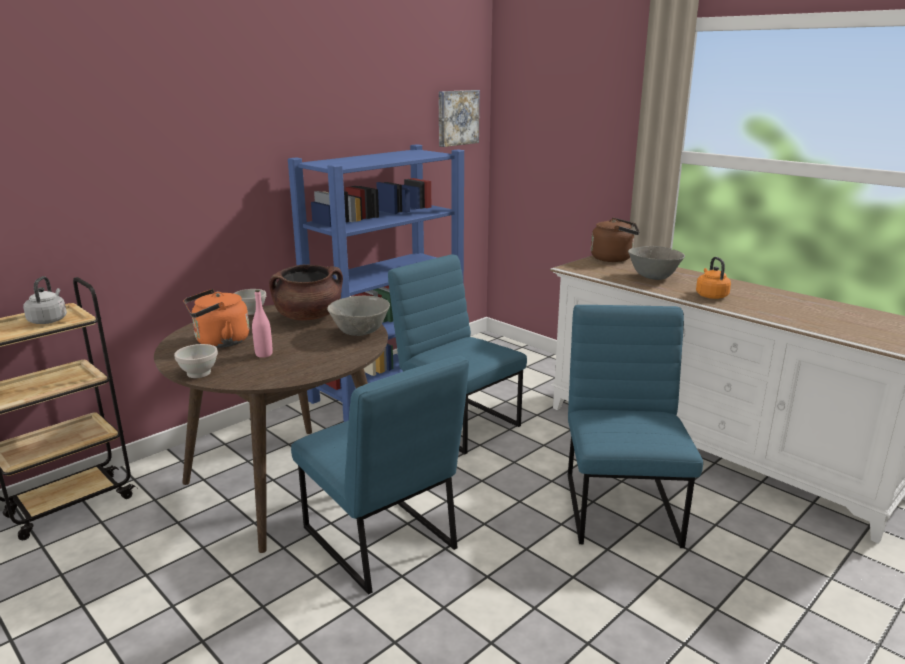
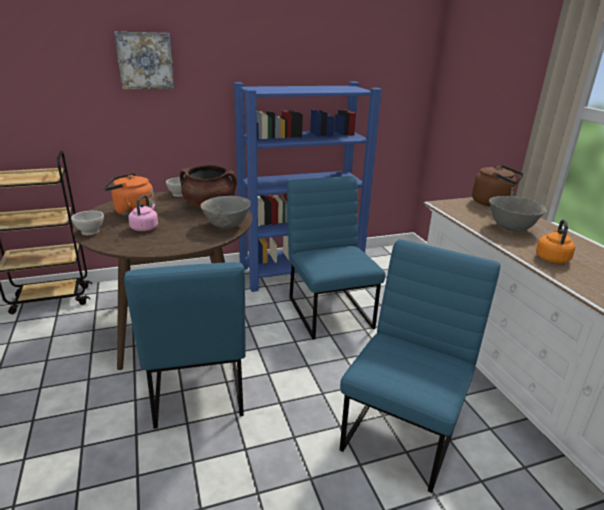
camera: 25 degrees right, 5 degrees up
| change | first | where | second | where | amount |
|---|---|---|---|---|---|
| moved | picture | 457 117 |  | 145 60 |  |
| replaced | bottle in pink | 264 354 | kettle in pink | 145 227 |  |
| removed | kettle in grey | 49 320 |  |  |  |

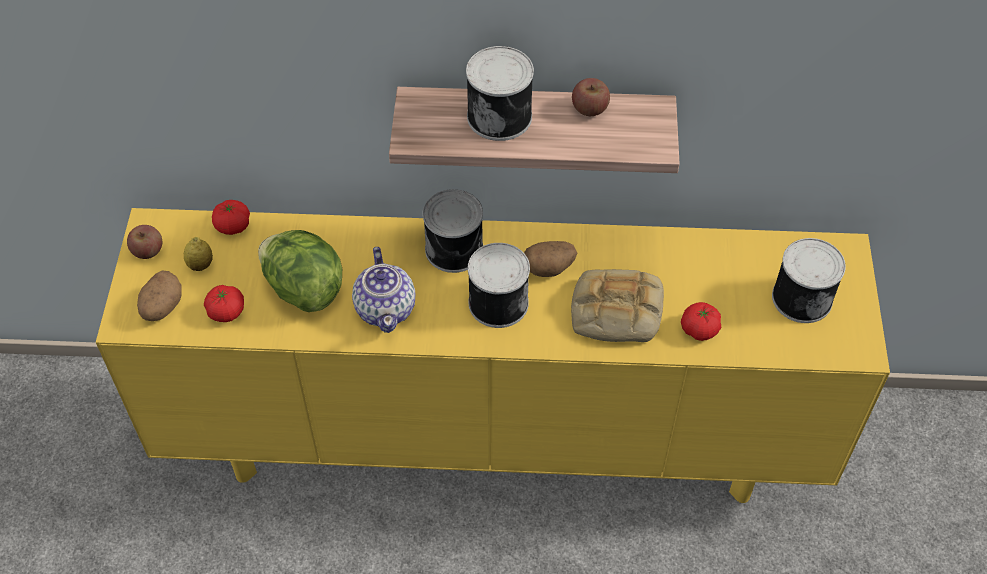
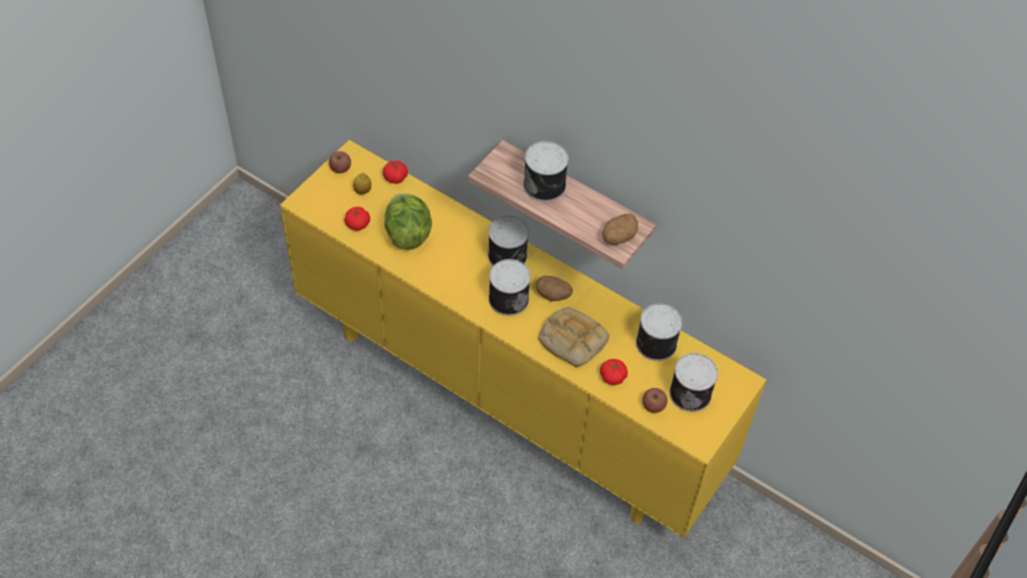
camera: 30 degrees right, 0 degrees up
| change | first | where | second | where | amount |
|---|---|---|---|---|---|
| moved | potato | 162 307 |  | 618 237 |  |
| added |  |  | can | 655 343 |  |
| moved | apple | 589 108 |  | 653 405 |  |
| removed | teapot | 386 308 |  |  |  |

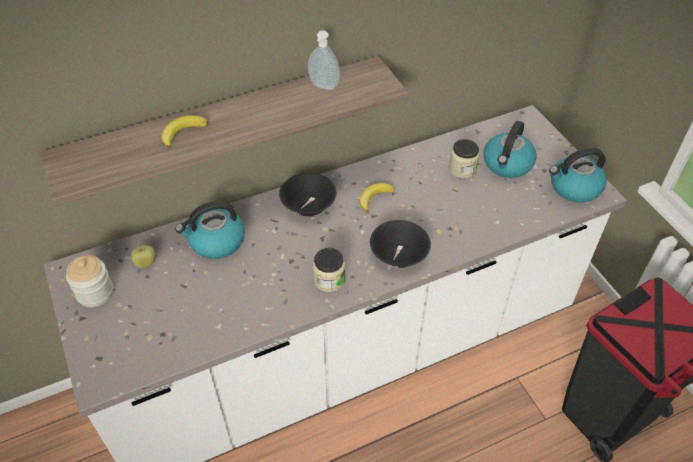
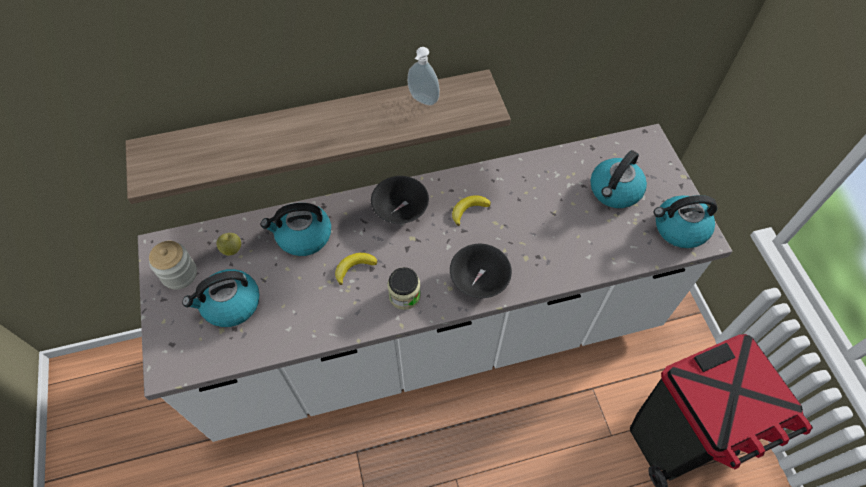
camera: 10 degrees right, 10 degrees up
| change | first | where | second | where | amount |
|---|---|---|---|---|---|
| added |  |  | kettle | 230 304 |  |
| moved | banana | 182 132 |  | 354 268 |  |
| removed | jar | 462 169 |  |  |  |

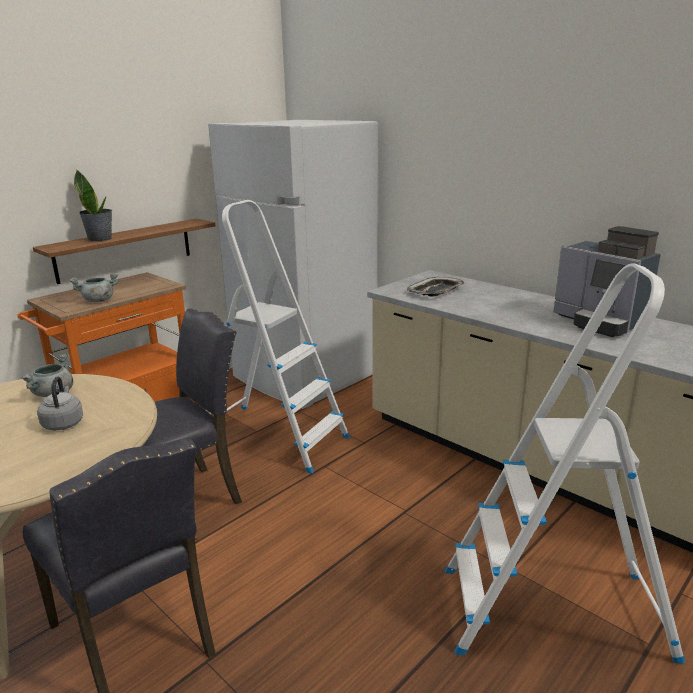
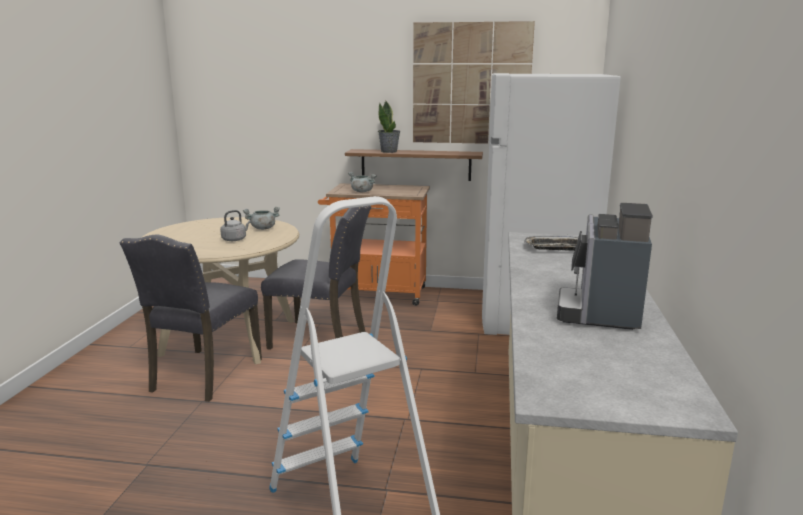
camera: 55 degrees right, 5 degrees down
| change | first | where | second | where | amount |
|---|---|---|---|---|---|
| added |  |  | picture | 471 84 |  |
| removed | step ladder in white | 275 437 |  |  |  |

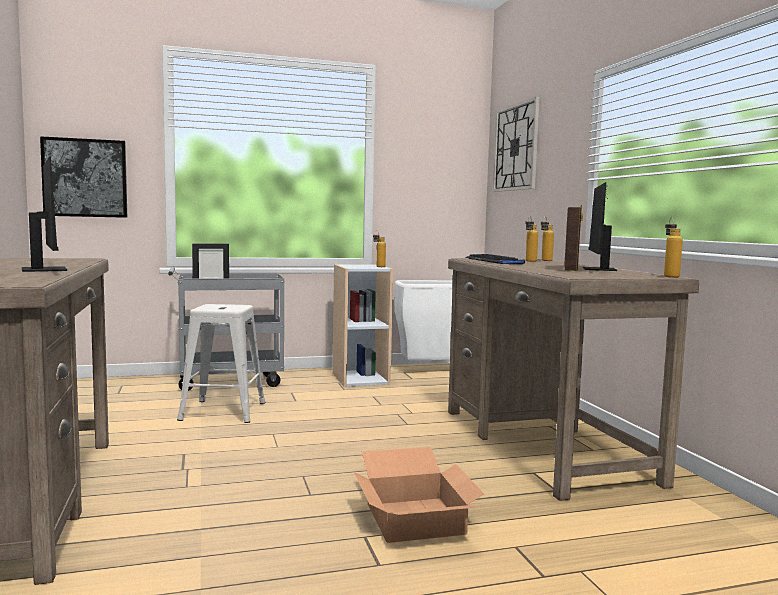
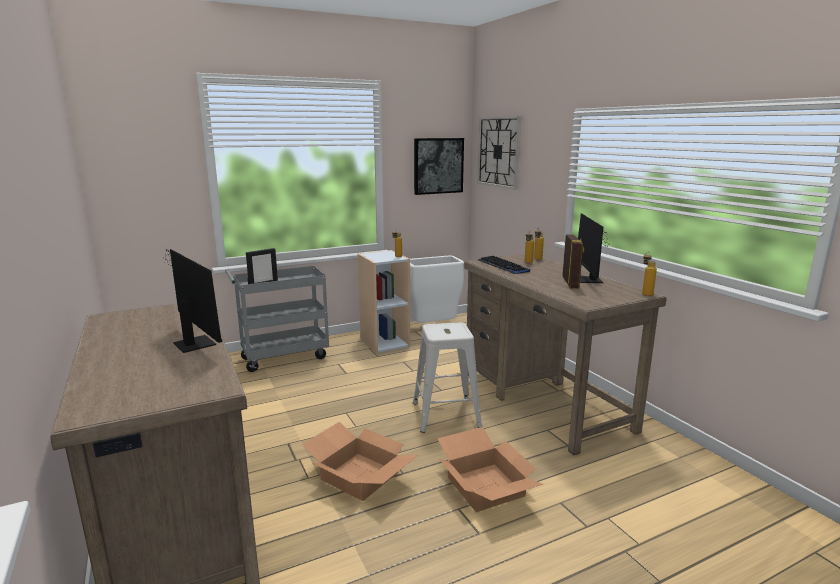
camera: 10 degrees left, 10 degrees up
| change | first | where | second | where | amount |
|---|---|---|---|---|---|
| added |  |  | cardboard box | 358 476 |  |
| moved | stool in white | 223 411 |  | 445 414 |  |
| moved | picture | 85 178 |  | 438 166 |  |

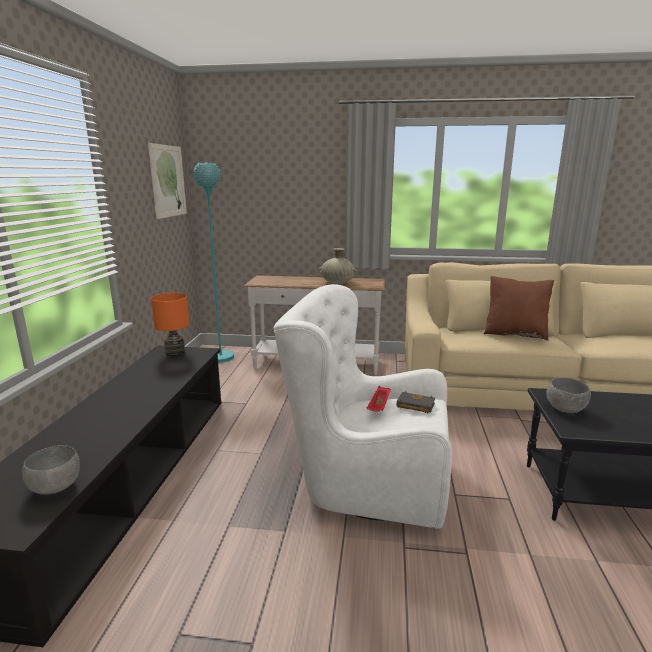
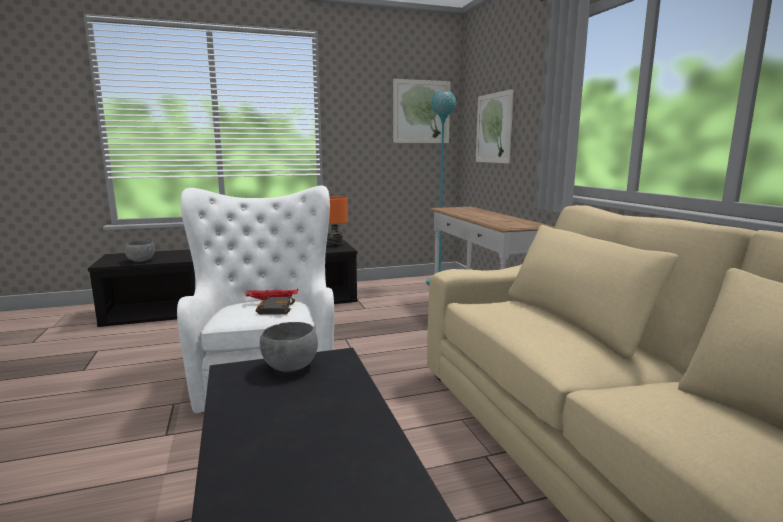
camera: 65 degrees right, 5 degrees down
| change | first | where | second | where | amount |
|---|---|---|---|---|---|
| added |  |  | picture | 493 128 |  |
| removed | vase in beige | 337 282 |  |  |  |
| removed | pillow in brown | 514 334 |  |  |  |

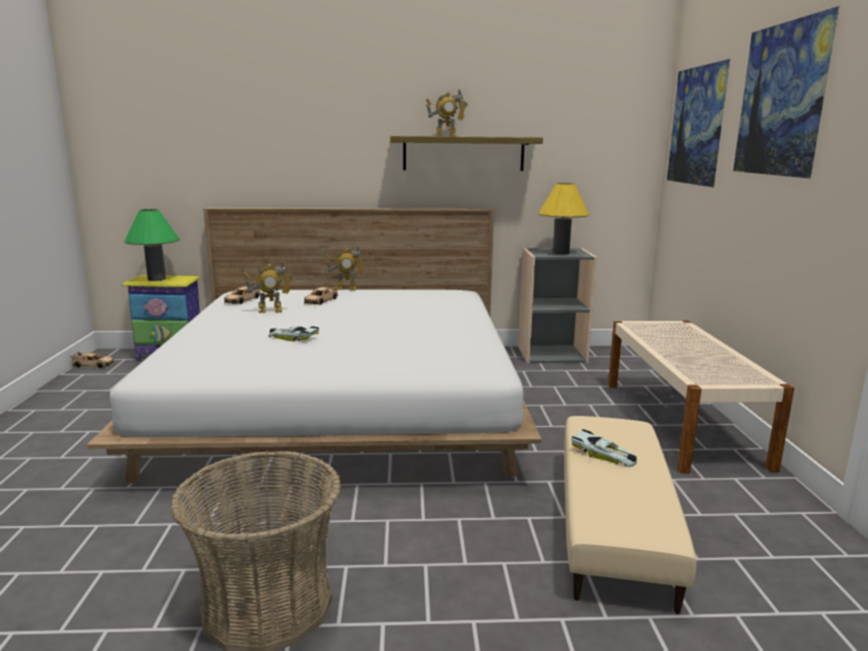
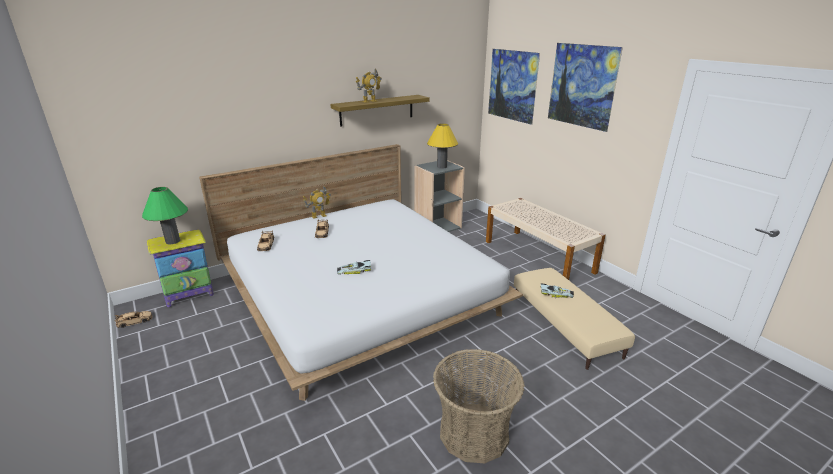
camera: 30 degrees left, 10 degrees up
| change | first | where | second | where | amount |
|---|---|---|---|---|---|
| removed | toy robot | 270 311 |  |  |  |

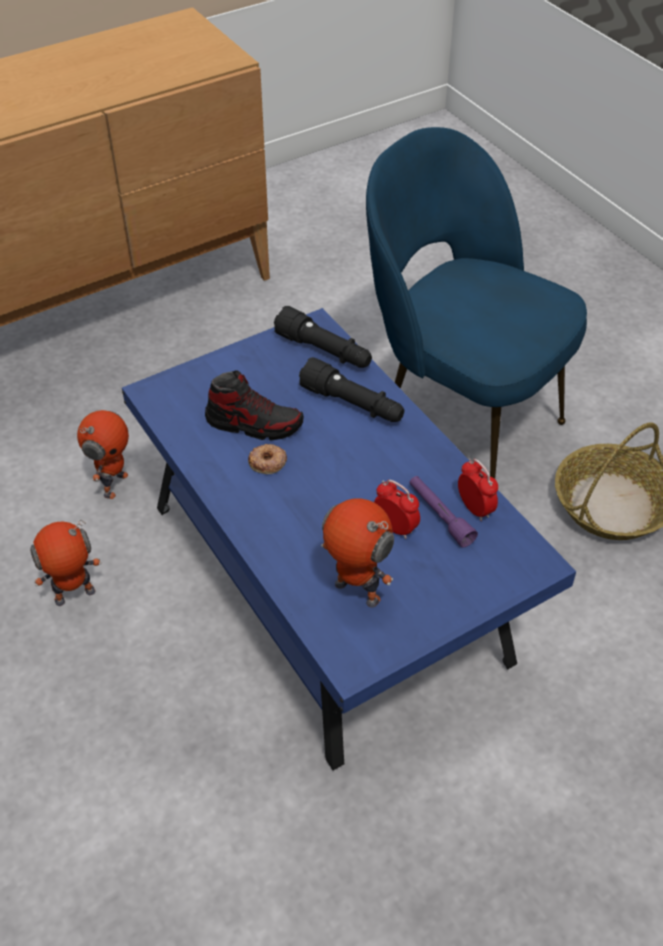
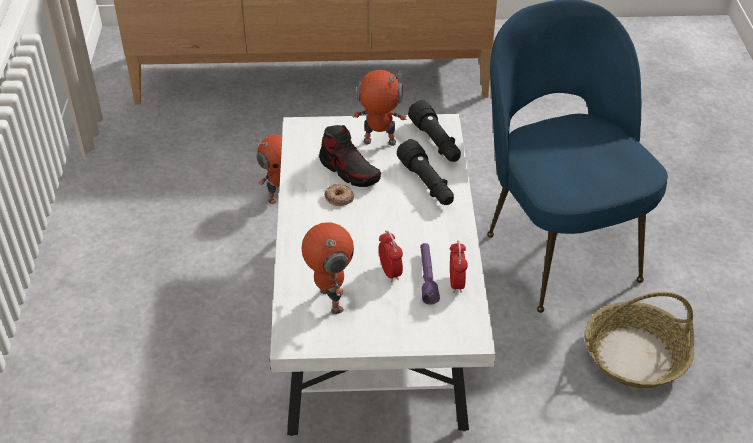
camera: 30 degrees right, 5 degrees down
| change | first | where | second | where | amount |
|---|---|---|---|---|---|
| recoloured | coffee table in blue | 328 584 | coffee table in white | 374 318 |  |
| moved | toy robot | 75 597 |  | 379 143 |  |

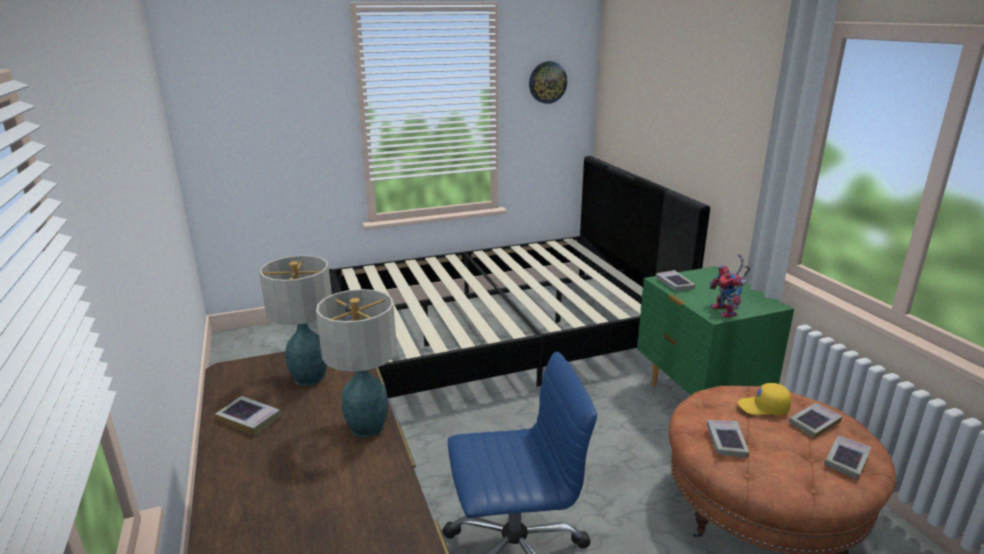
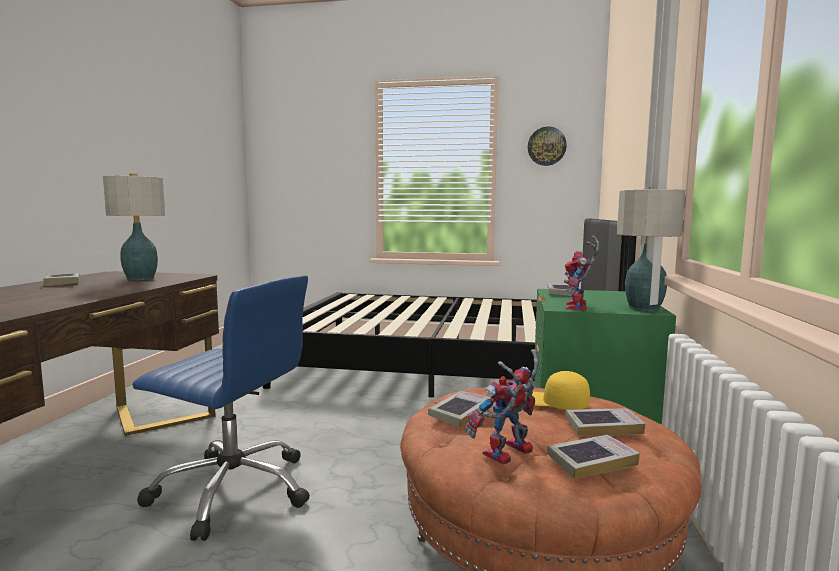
camera: 30 degrees right, 15 degrees down
| change | first | where | second | where | amount |
|---|---|---|---|---|---|
| added |  |  | toy robot | 507 456 |  |
| moved | table lamp | 366 427 |  | 643 308 |  |

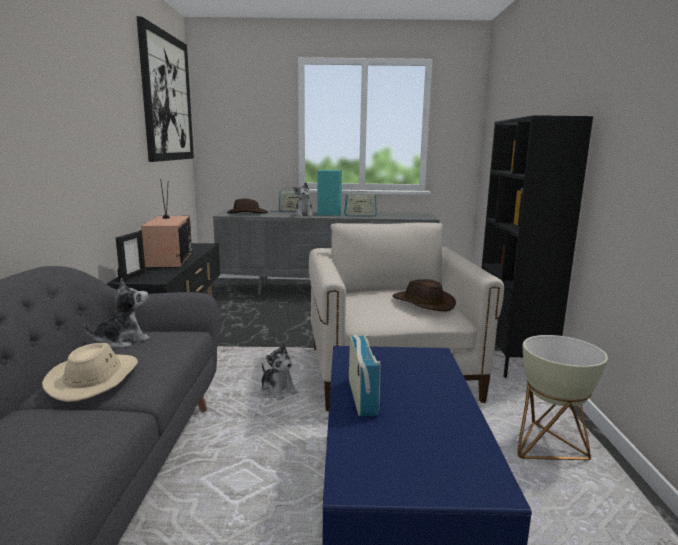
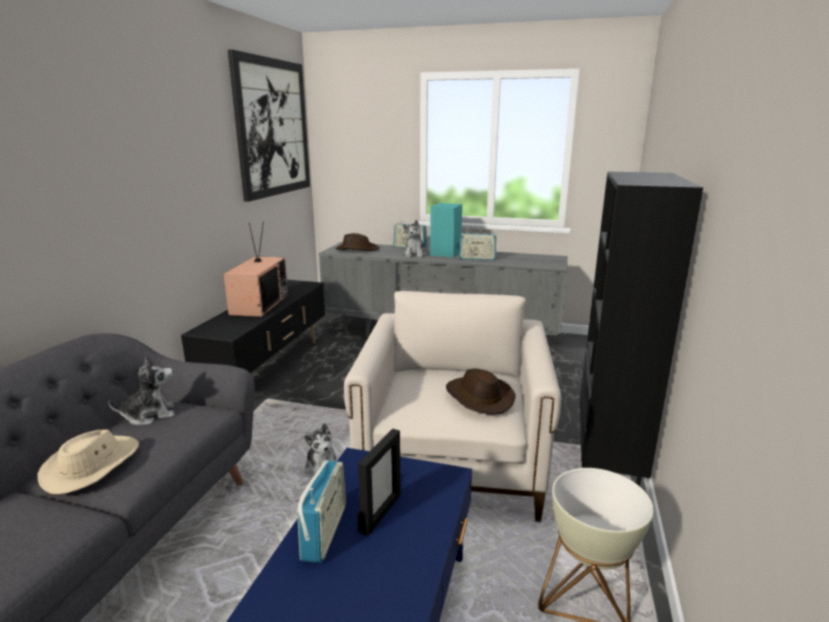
camera: 15 degrees right, 5 degrees up
| change | first | where | second | where | amount |
|---|---|---|---|---|---|
| moved | picture frame | 132 276 |  | 380 513 |  |

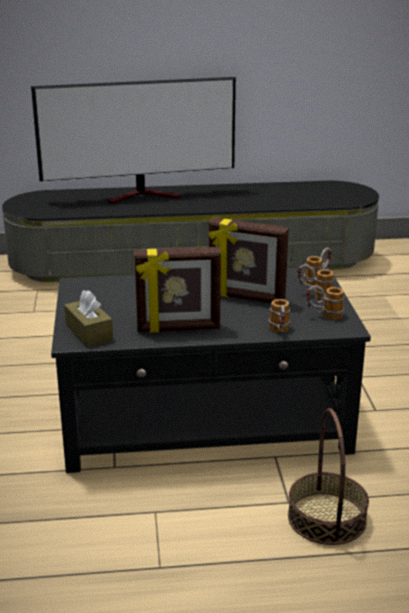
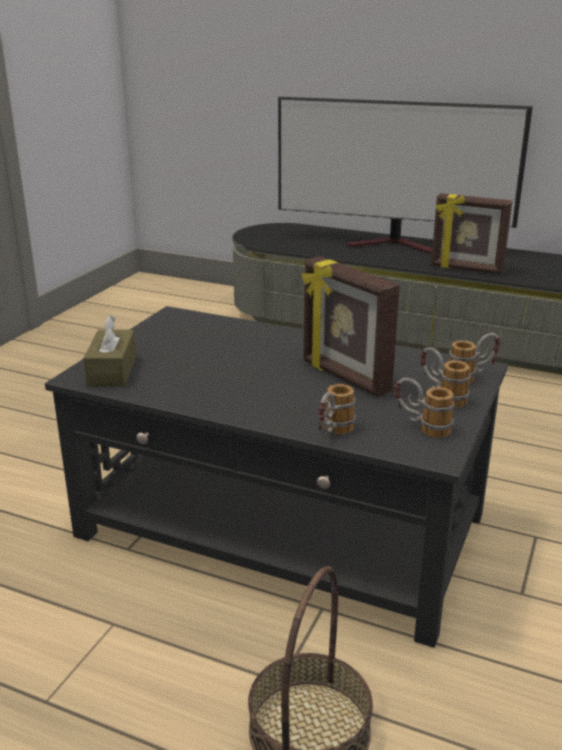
camera: 30 degrees right, 0 degrees up
| change | first | where | second | where | amount |
|---|---|---|---|---|---|
| moved | picture frame | 178 329 |  | 466 269 |  |

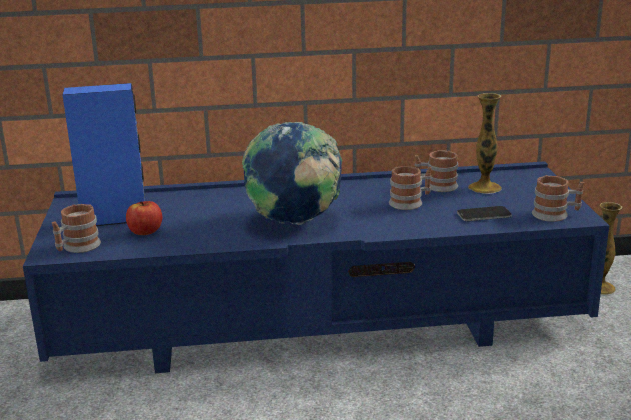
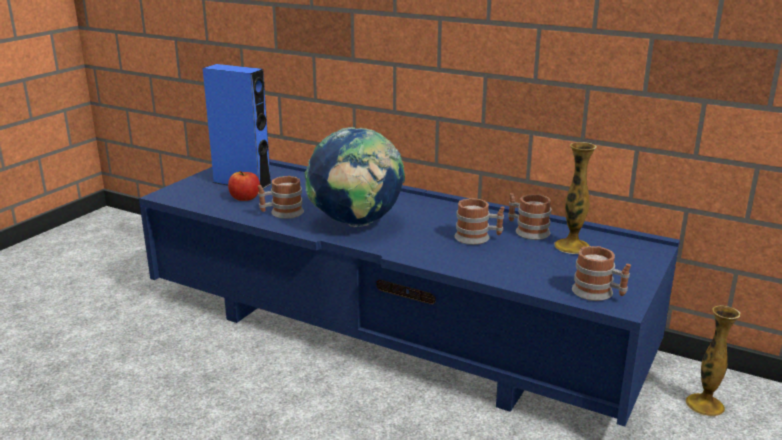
camera: 35 degrees right, 0 degrees up
| change | first | where | second | where | amount |
|---|---|---|---|---|---|
| moved | mug | 77 248 |  | 281 213 |  |
| removed | phone | 483 215 |  |  |  |

